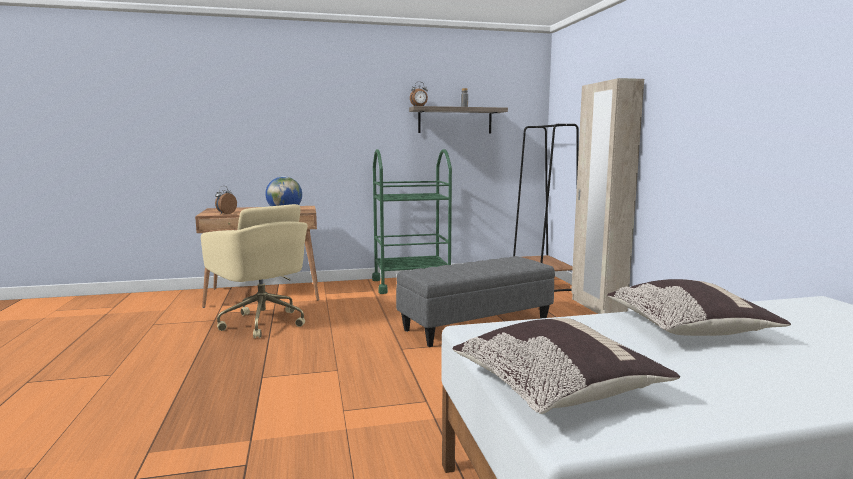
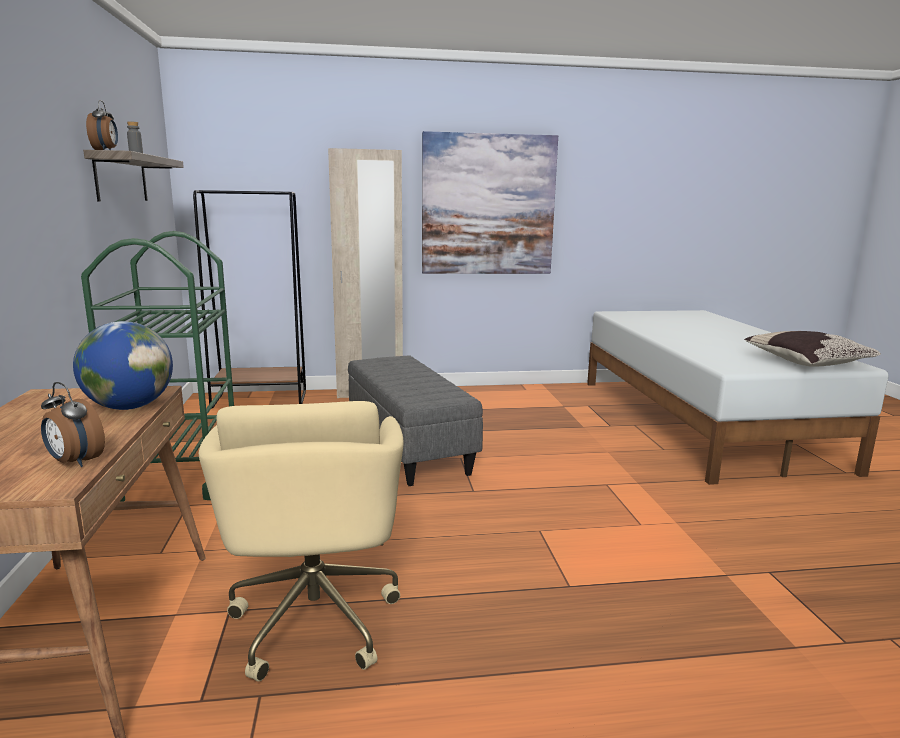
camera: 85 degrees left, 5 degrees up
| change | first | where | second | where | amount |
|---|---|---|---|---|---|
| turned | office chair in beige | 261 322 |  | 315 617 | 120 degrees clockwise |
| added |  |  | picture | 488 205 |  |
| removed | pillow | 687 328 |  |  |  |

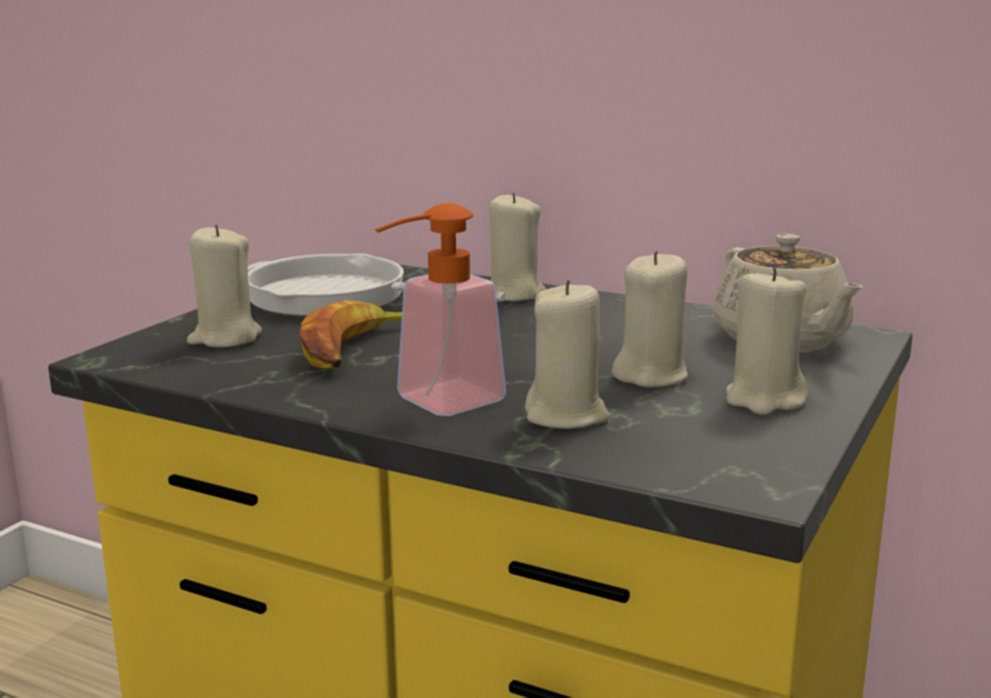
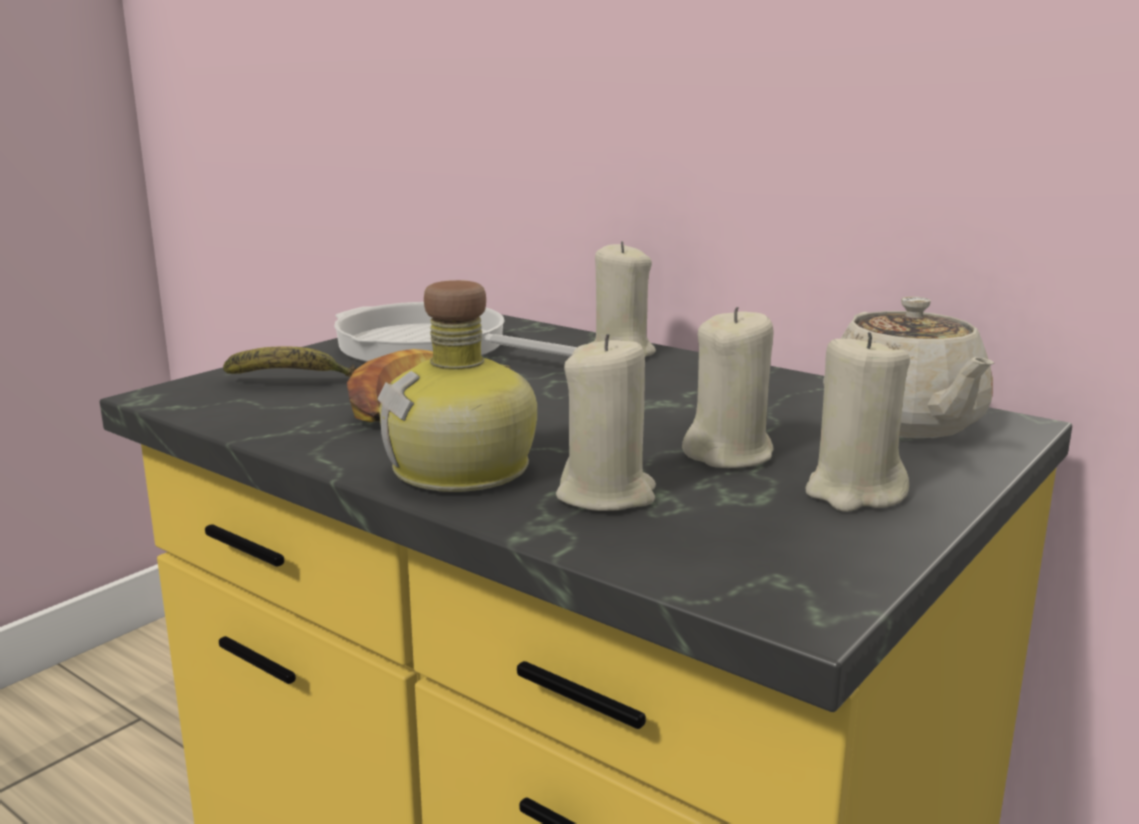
camera: 10 degrees right, 0 degrees up
| change | first | where | second | where | amount |
|---|---|---|---|---|---|
| replaced | candle in beige | 224 338 | banana | 290 383 |  |
| replaced | soap dispenser | 435 404 | bottle | 465 470 |  |

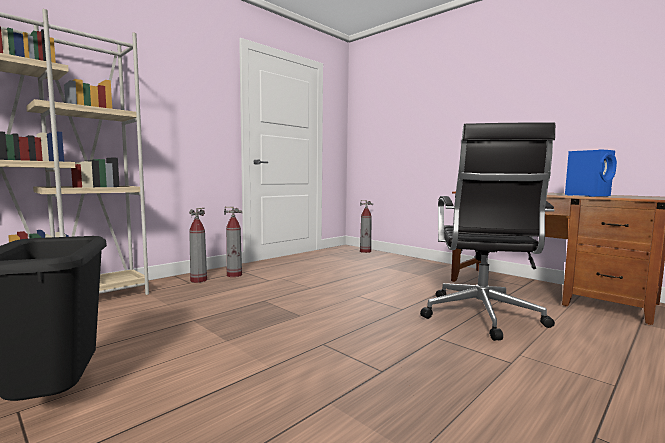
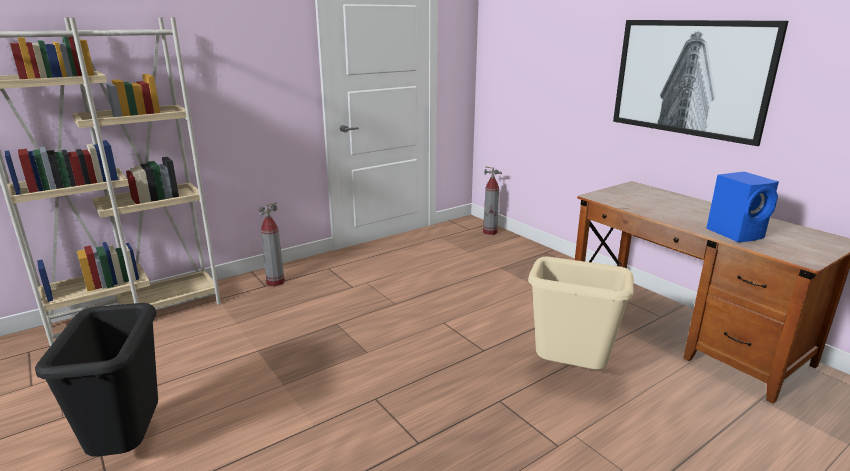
camera: 10 degrees right, 15 degrees up
| change | first | where | second | where | amount |
|---|---|---|---|---|---|
| replaced | office chair in black | 481 317 | trash can in beige | 568 371 |  |
| added |  |  | picture | 689 78 |  |
| removed | fire extinguisher | 234 275 |  |  |  |

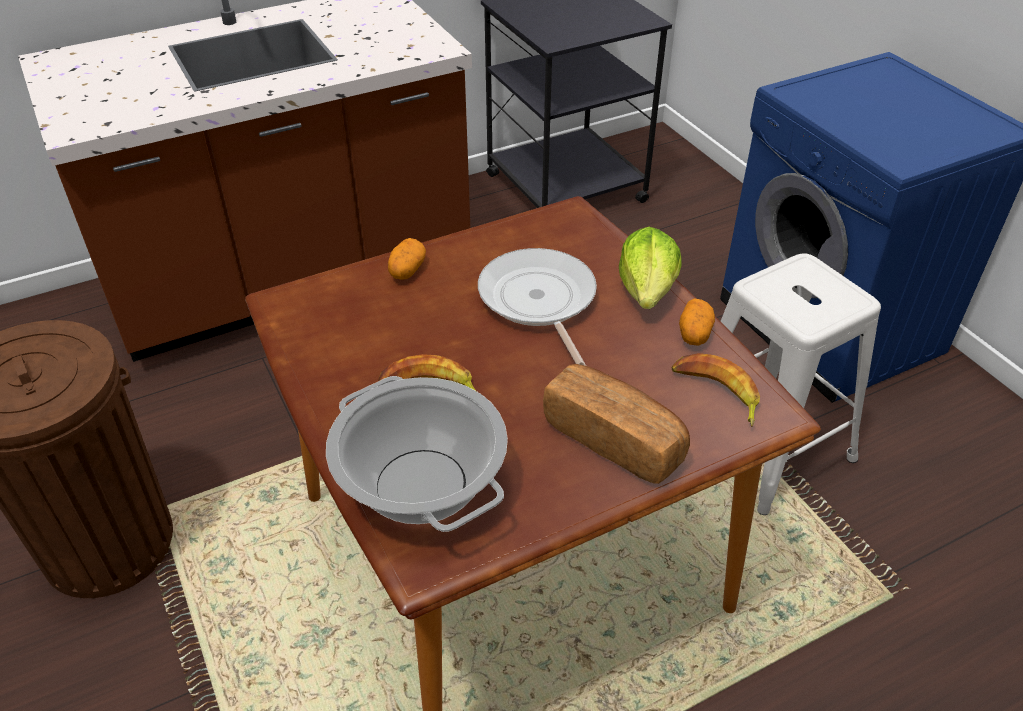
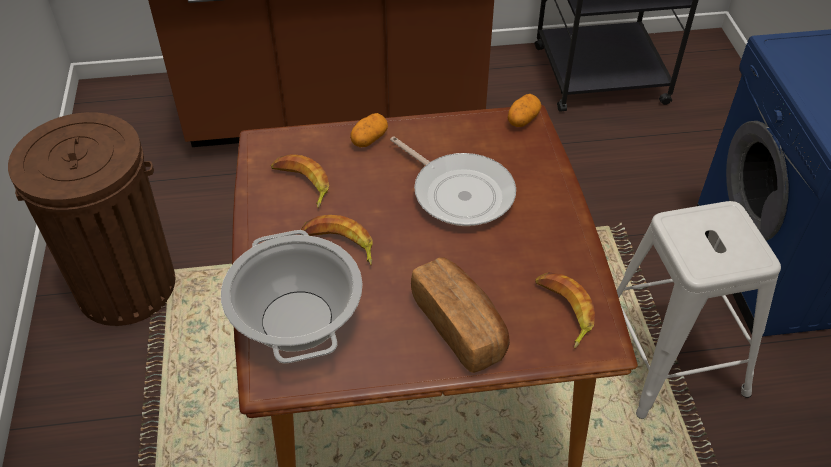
camera: 20 degrees right, 5 degrees up
| change | first | where | second | where | amount |
|---|---|---|---|---|---|
| added |  |  | banana | 301 184 |  |
| turned | frying pan | 539 301 |  | 459 192 | 135 degrees clockwise |
| moved | potato | 694 333 |  | 522 119 |  |
| removed | lettuce | 647 290 |  |  |  |

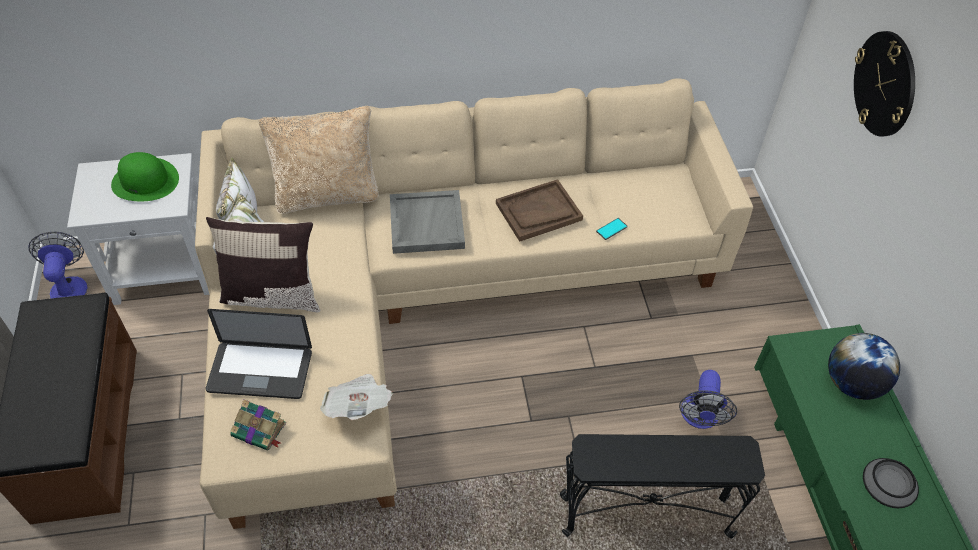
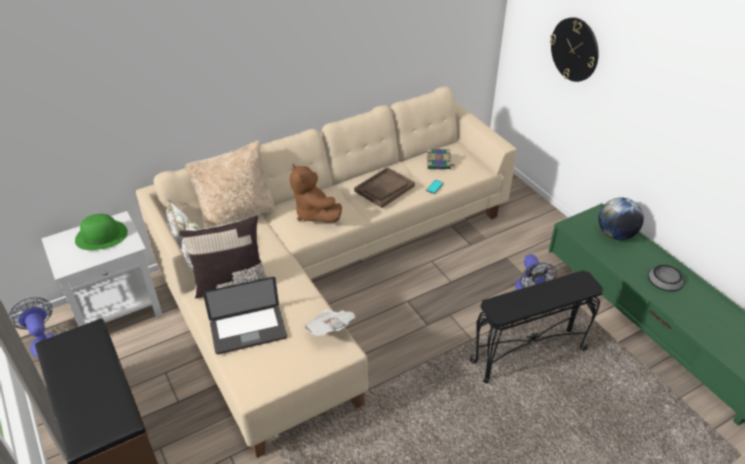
camera: 20 degrees left, 10 degrees down
| change | first | where | second | where | amount |
|---|---|---|---|---|---|
| replaced | tray in grey | 426 223 | plush toy in brown | 314 214 |  |
| moved | book | 260 430 |  | 439 164 |  |

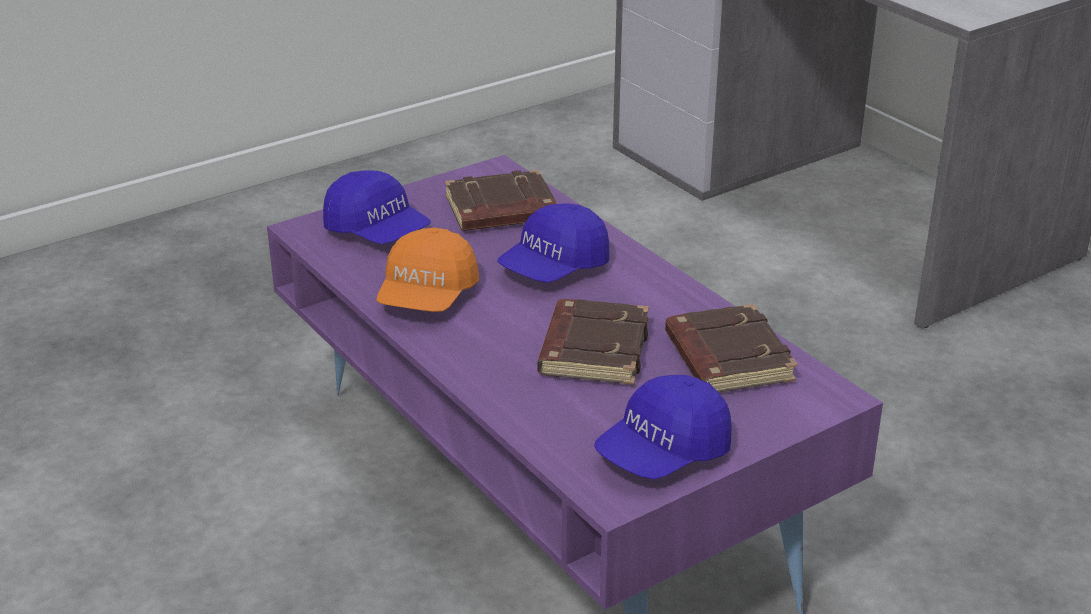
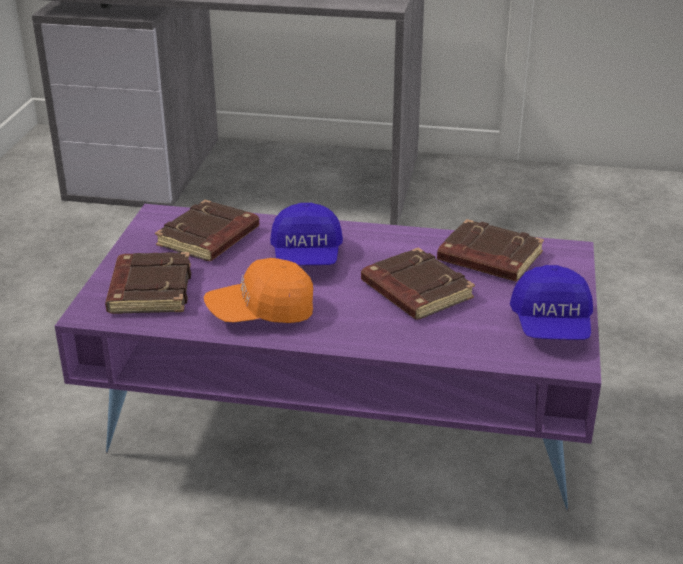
camera: 45 degrees left, 0 degrees up
| change | first | where | second | where | amount |
|---|---|---|---|---|---|
| replaced | cap in blue | 377 232 | book in brown | 149 290 |  |
| turned | cap in orange | 427 297 |  | 261 313 | 105 degrees clockwise |

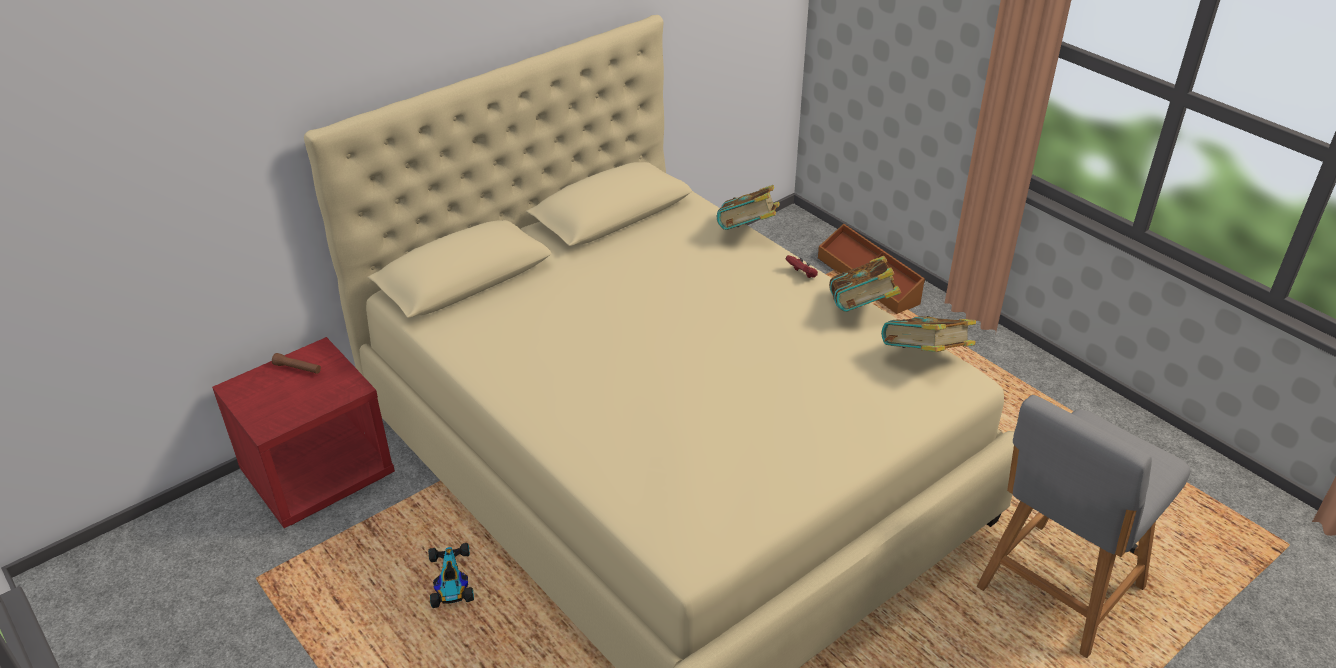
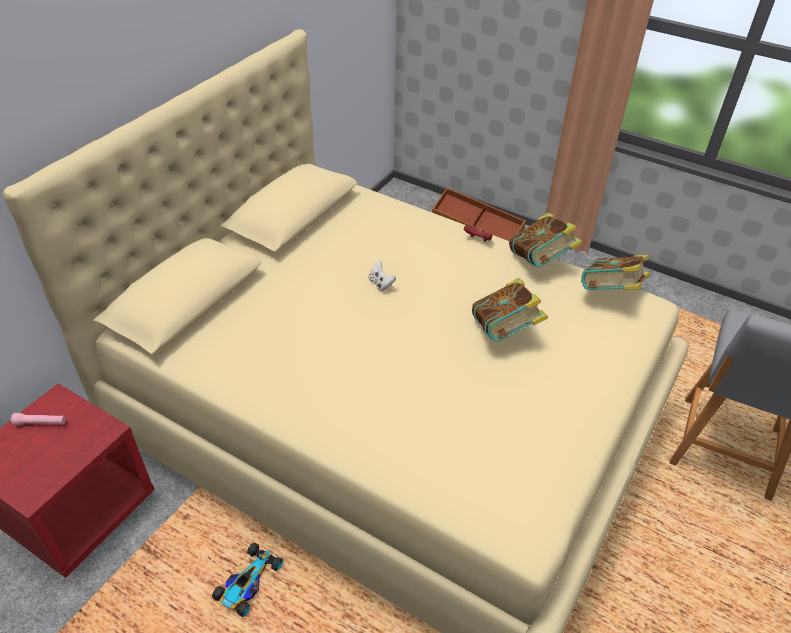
camera: 20 degrees left, 5 degrees up
| change | first | where | second | where | amount |
|---|---|---|---|---|---|
| recoloured | flashlight in brown | 298 368 | flashlight in pink | 40 423 |  |
| turned | toy car | 451 580 |  | 247 583 | 60 degrees clockwise |
| added |  |  | game controller in white | 381 284 |  |
| moved | book | 747 232 |  | 505 331 |  |

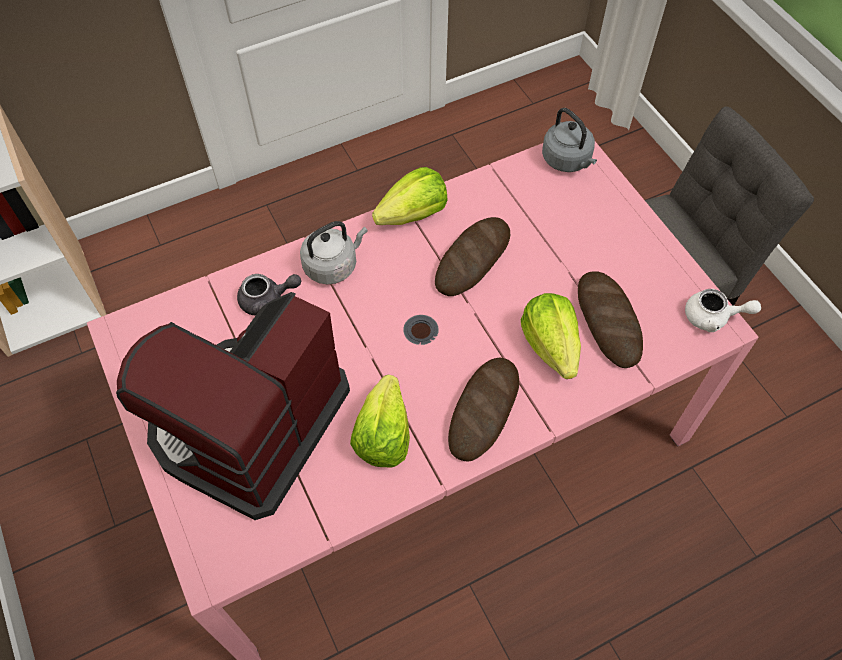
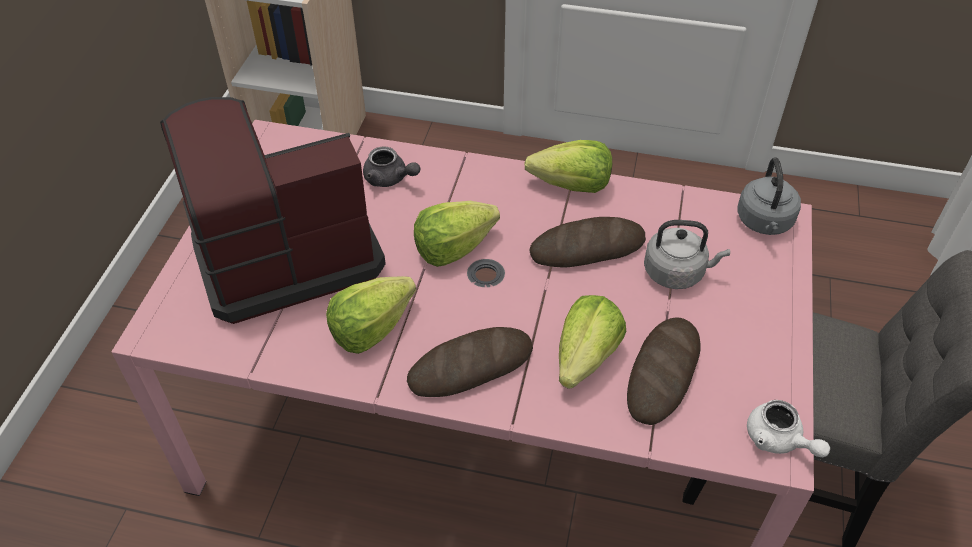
camera: 40 degrees right, 10 degrees down
| change | first | where | second | where | amount |
|---|---|---|---|---|---|
| added |  |  | lettuce | 453 248 |  |
| moved | kettle in grey | 333 265 |  | 677 272 |  |

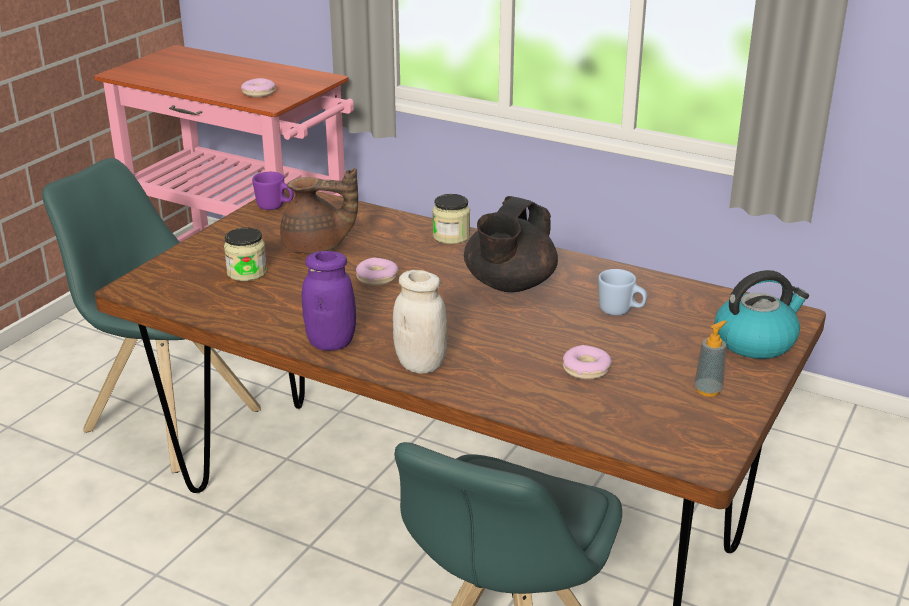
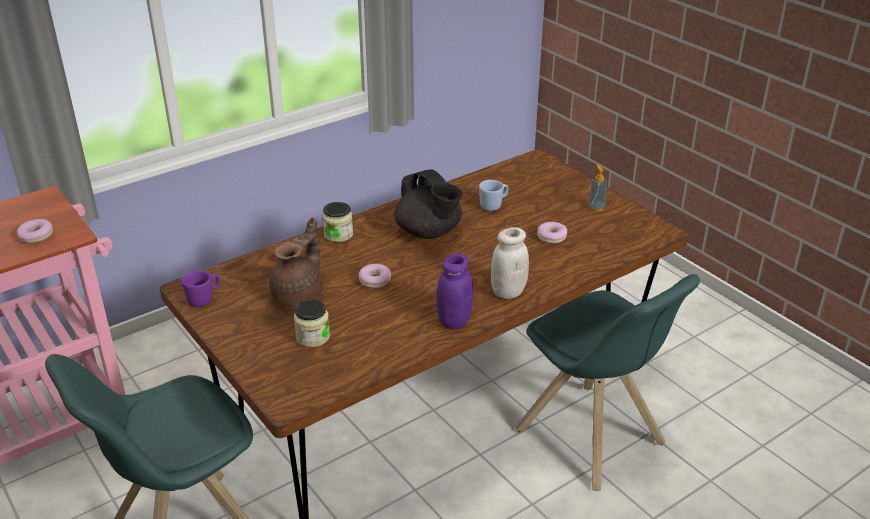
camera: 65 degrees left, 5 degrees up
| change | first | where | second | where | amount |
|---|---|---|---|---|---|
| removed | kettle | 755 341 |  |  |  |

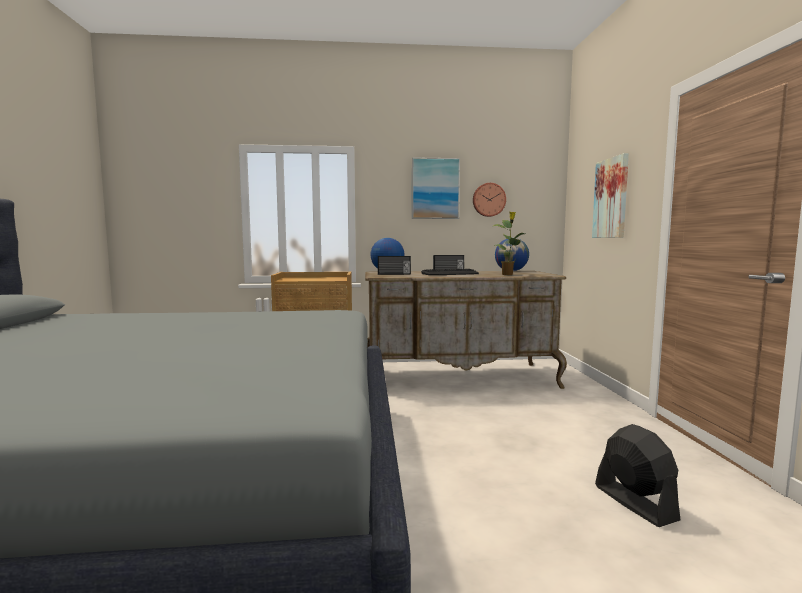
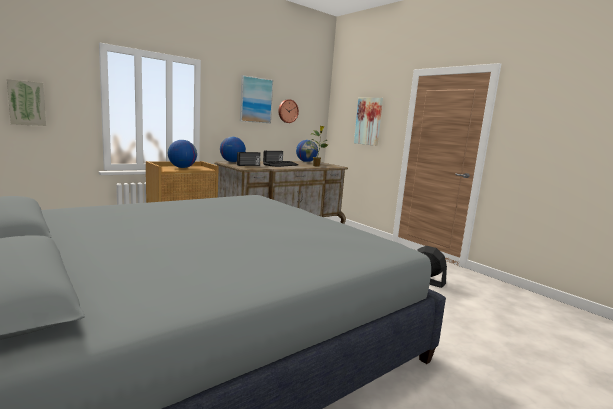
camera: 35 degrees left, 5 degrees up
| change | first | where | second | where | amount |
|---|---|---|---|---|---|
| added |  |  | picture | 26 103 |  |
| added |  |  | globe | 182 167 |  |

